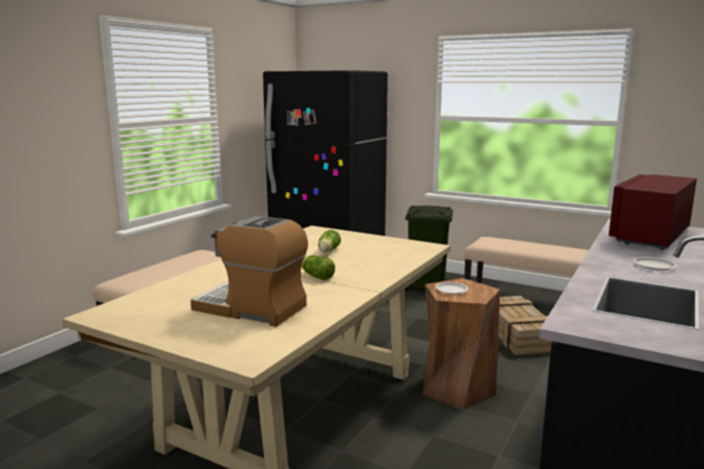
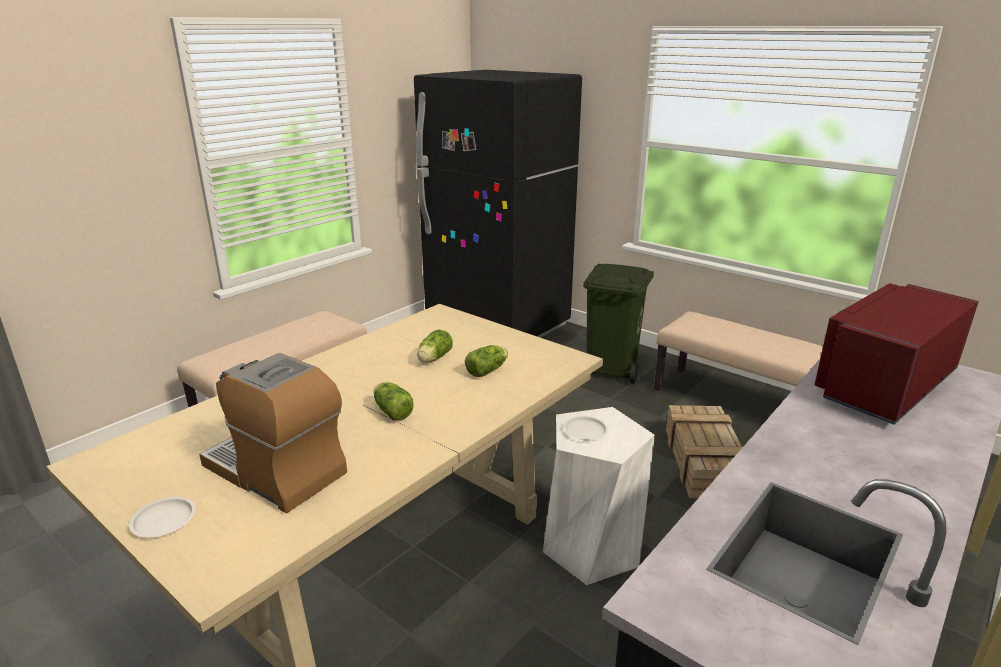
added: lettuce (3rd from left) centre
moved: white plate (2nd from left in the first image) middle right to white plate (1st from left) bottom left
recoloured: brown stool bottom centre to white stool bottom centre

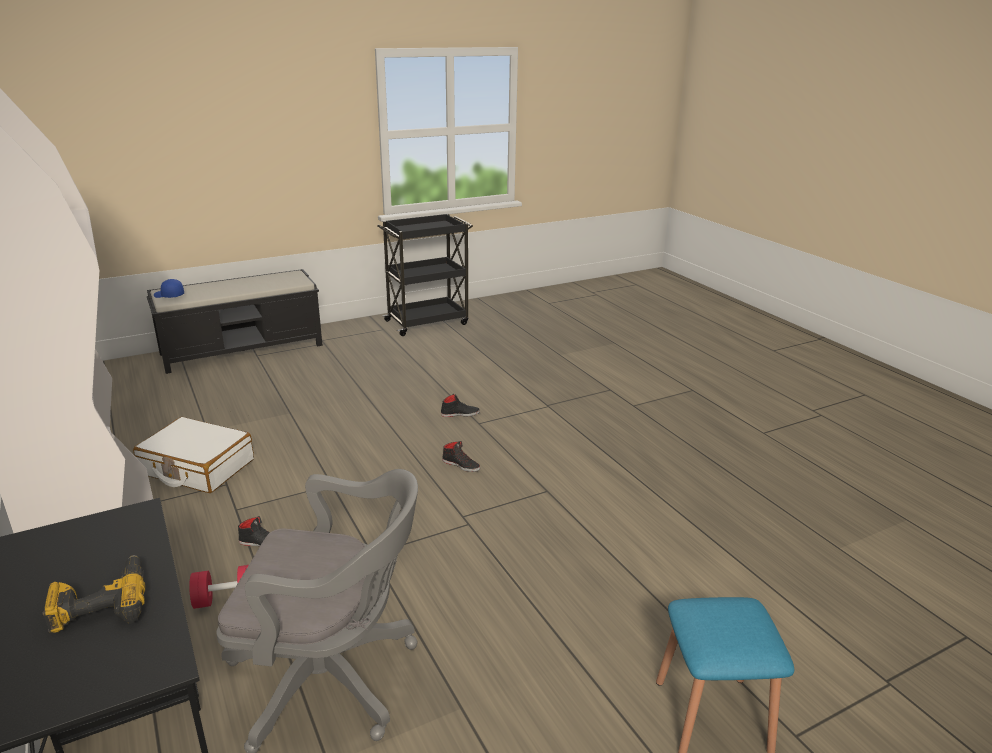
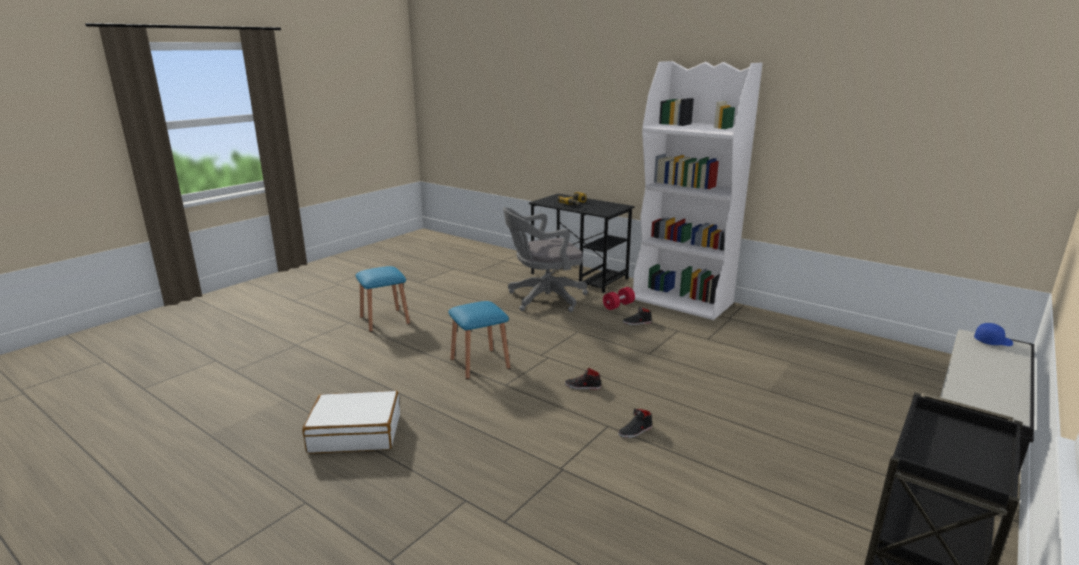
added: blue stool (2nd from left) centre
moved: white suitcase middle left to bottom left

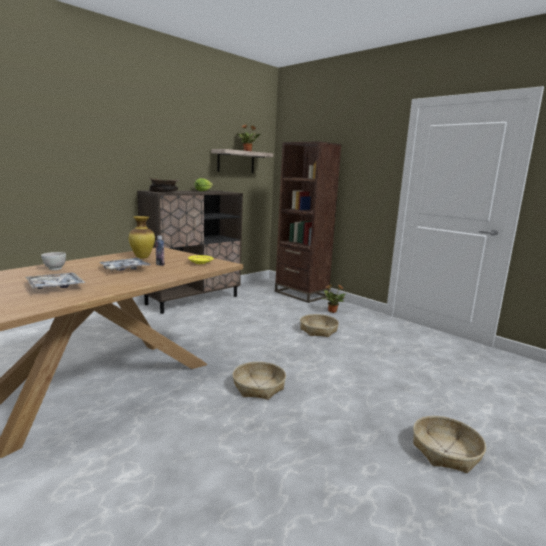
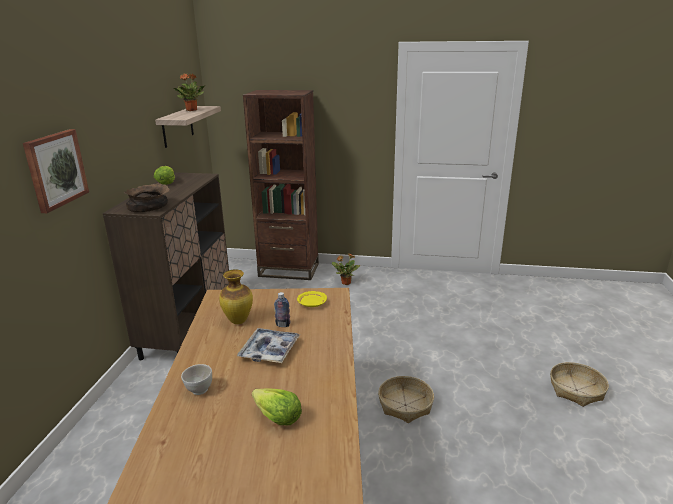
removed: basket (2nd from left) centre
added: picture middle left
replaced: tray (1st from left) middle left to lettuce (2nd from left) bottom centre

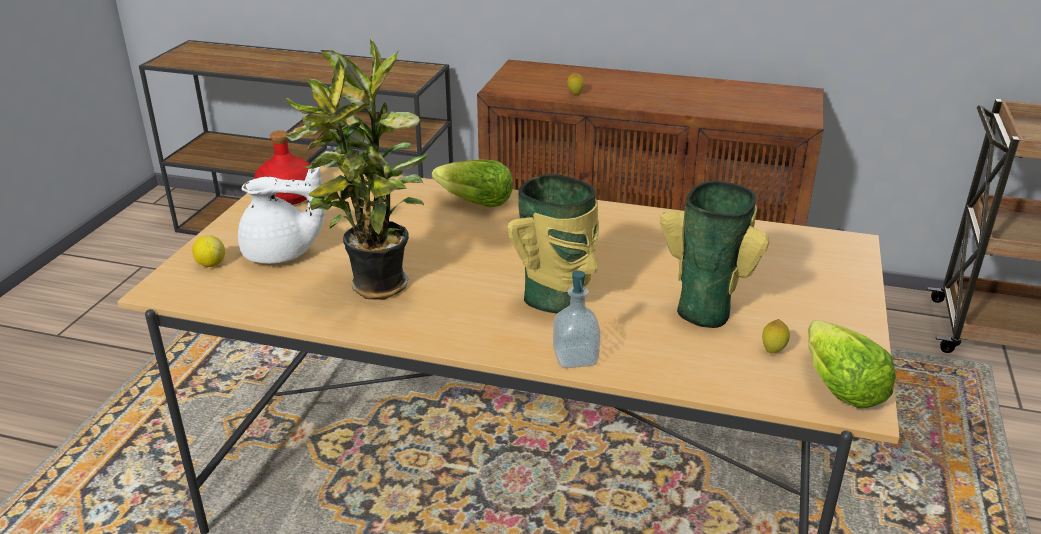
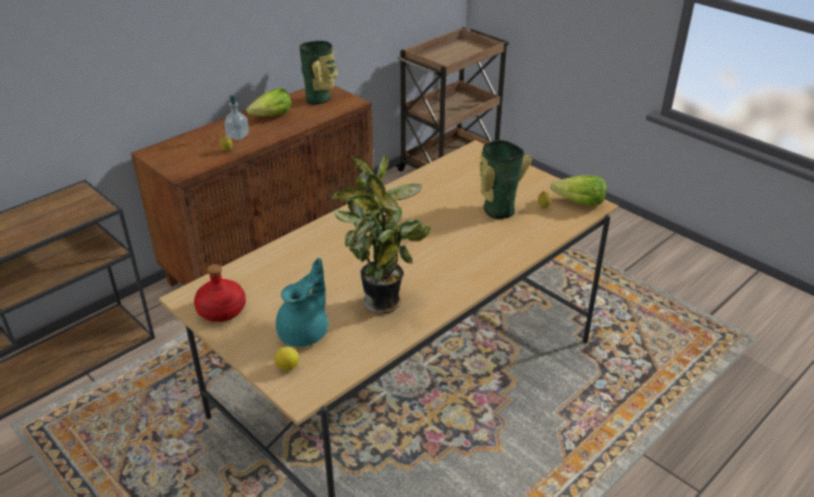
moved: lettuce (1st from left) centre to top left; vase (1st from left) centre to top centre; soap dispenser centre to top left
recoloured: white teapot middle left to turquoise teapot centre

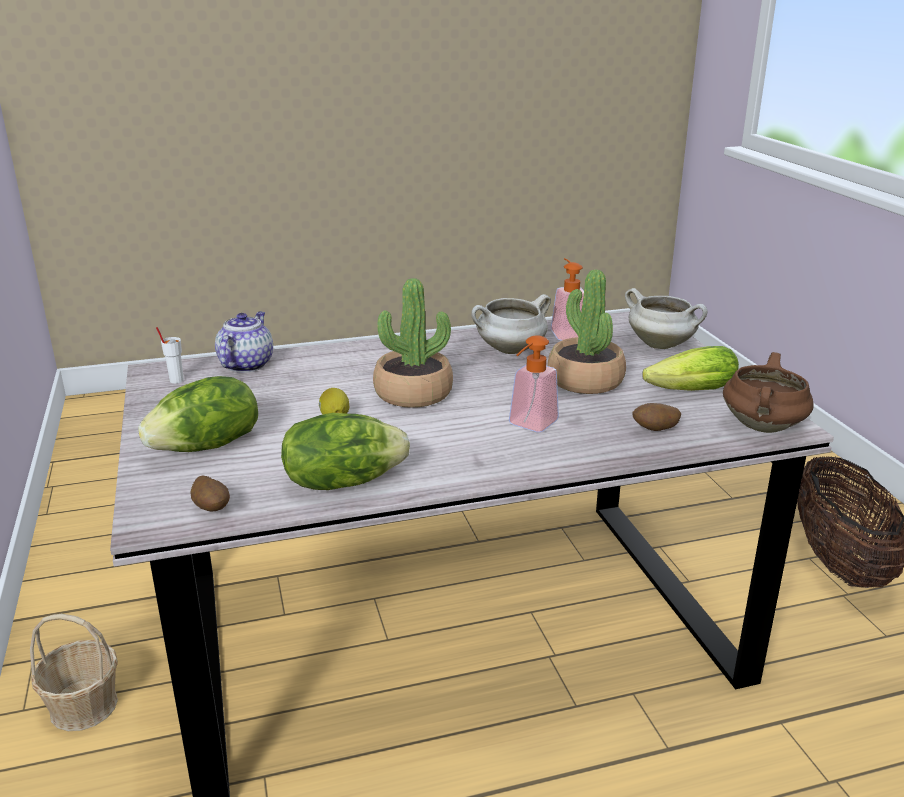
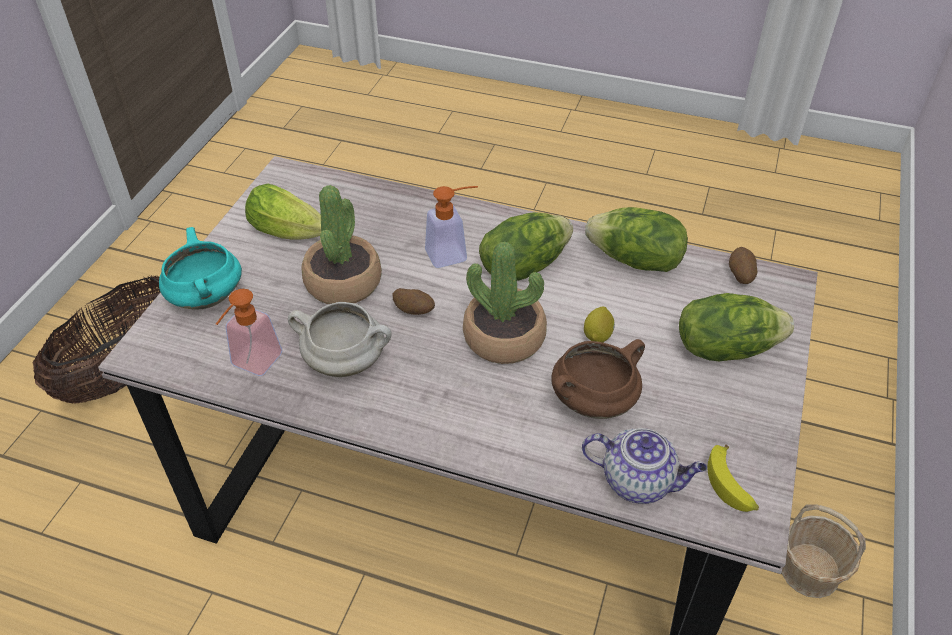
added: lettuce (2nd from left) centre
moved: potato (2nd from left in the first image) middle right to potato (1st from left) centre; brown cooking pot middle right to centre
replaced: white cup middle left to banana bottom right
recoloured: white cooking pot (2nd from left) middle right to turquoise cooking pot middle left
turned: teapot middle left = bottom right 120 degrees counterclockwise

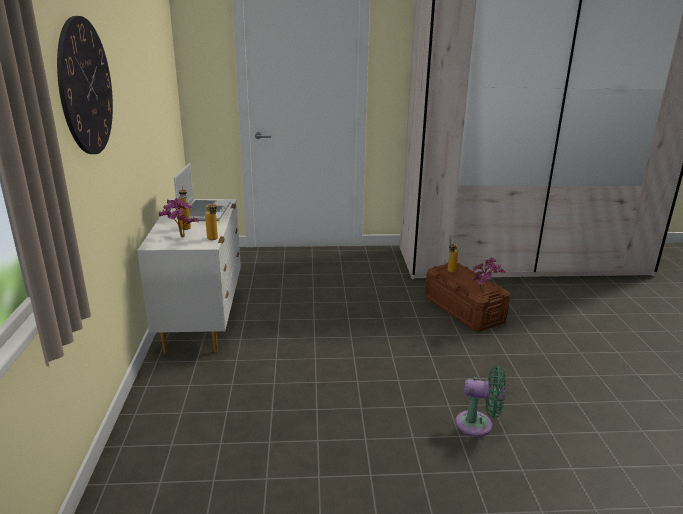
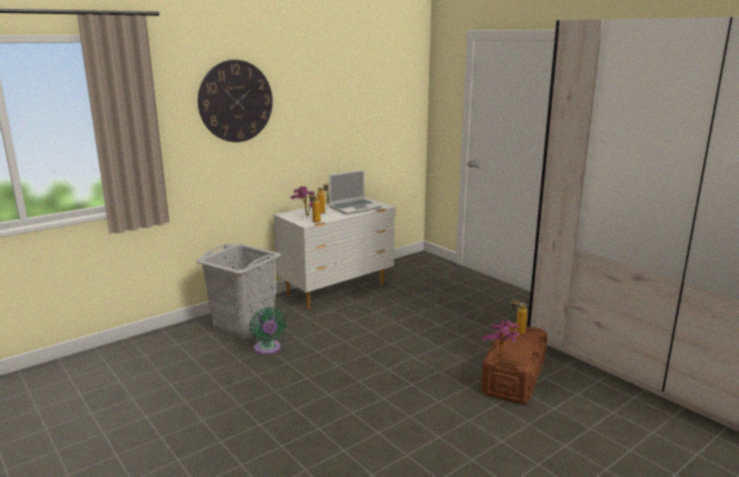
added: grey laundry basket middle left
moved: green fan bottom right to bottom centre

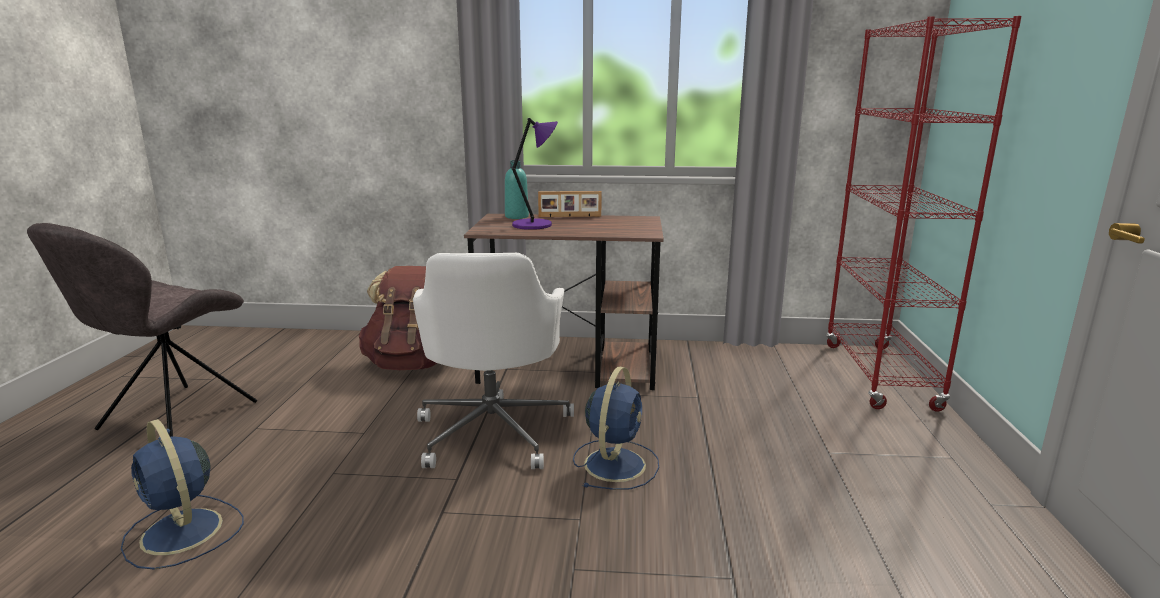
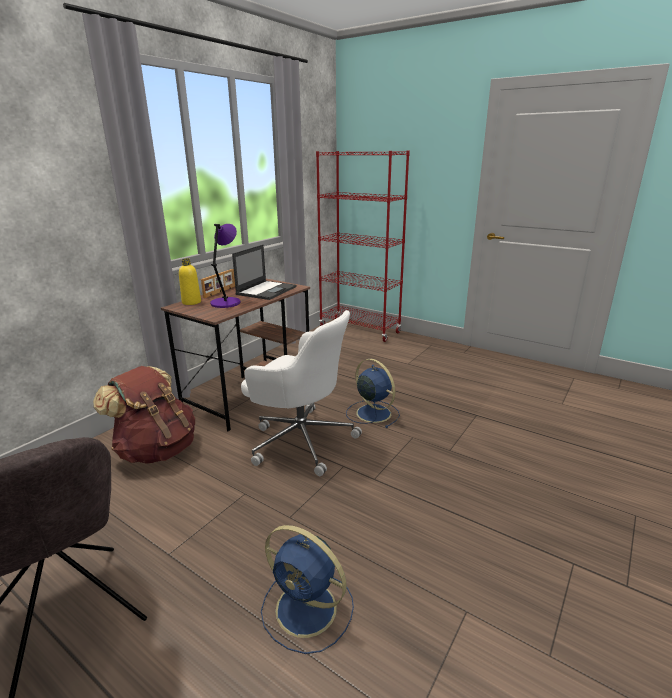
added: laptop centre
recoloured: turquoise bottle top centre to yellow bottle middle left
turned: blue fan (1st from left) bottom left = bottom centre 45 degrees clockwise

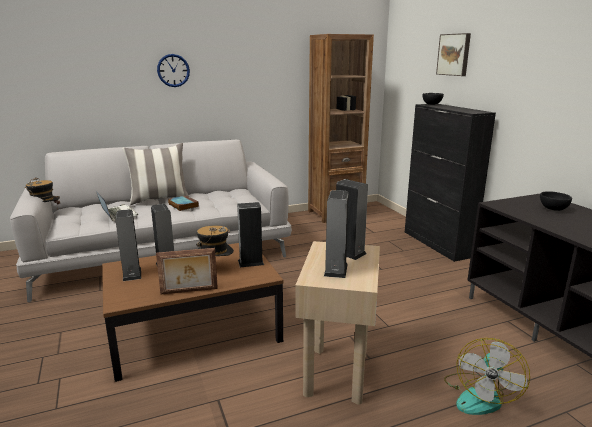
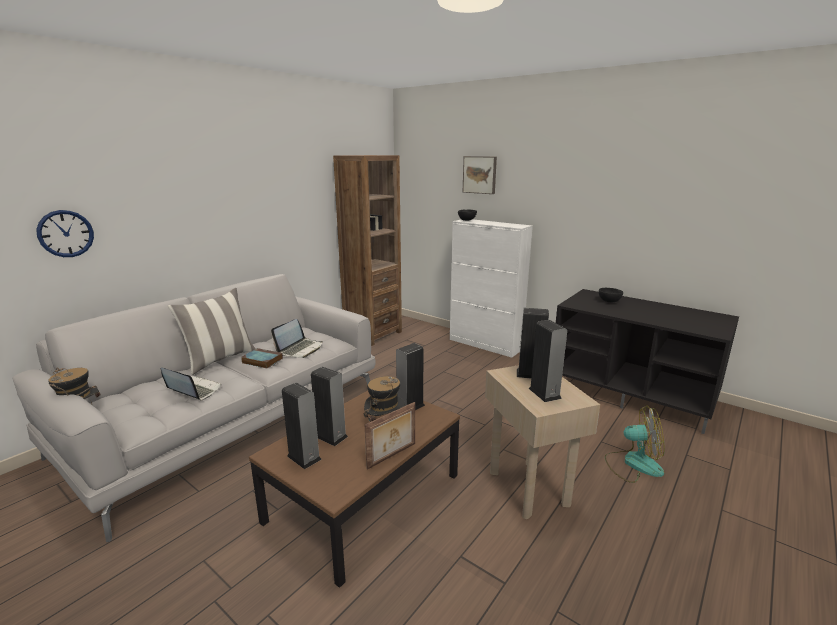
added: laptop (2nd from left) centre
moved: wall clock top left to middle left
recoloured: black cabinet middle right to white cabinet centre
turned: fan bottom right = bottom right 75 degrees counterclockwise

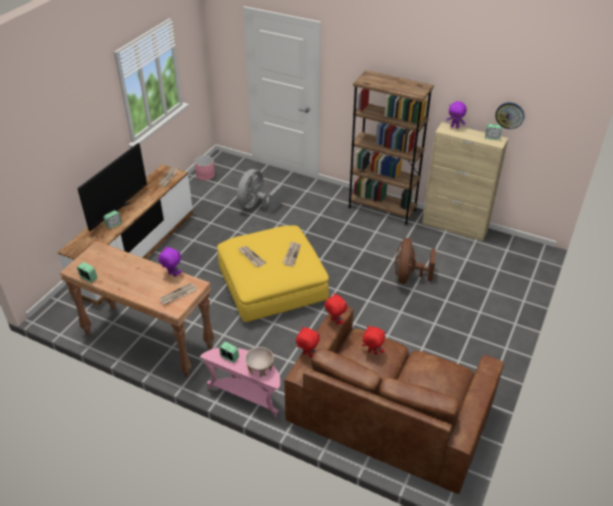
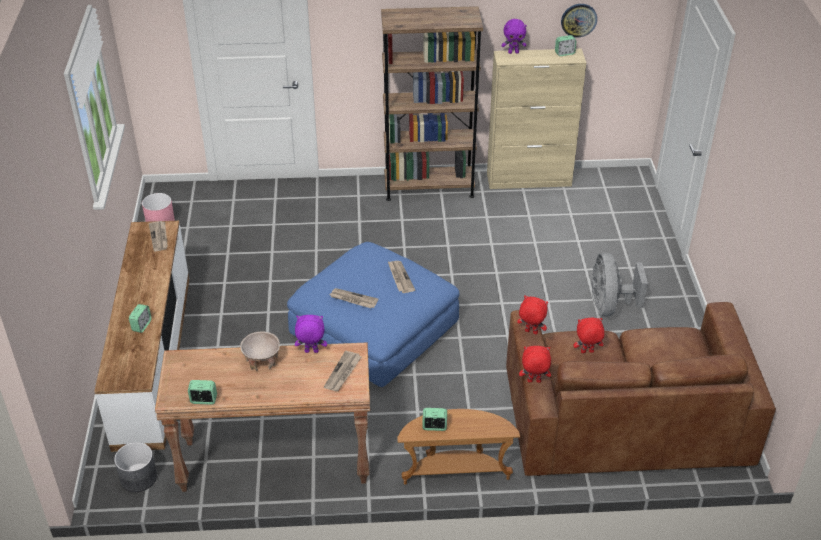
removed: television middle left; brown fan middle right
added: grey planter bottom left
moved: grey fan centre to middle right; beige bowl bottom centre to middle left
recoloured: pink side table bottom centre to brown side table bottom centre; yellow ottoman centre to blue ottoman centre

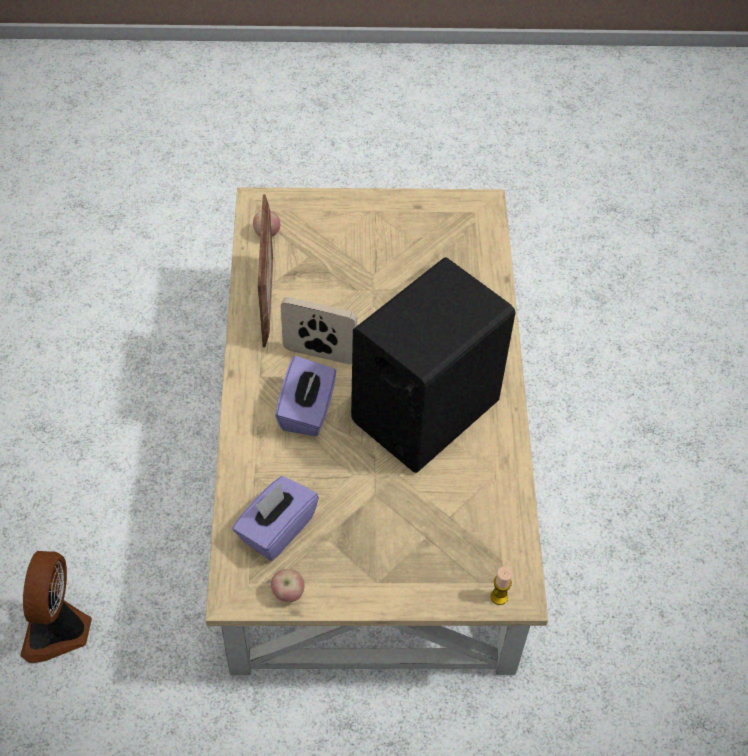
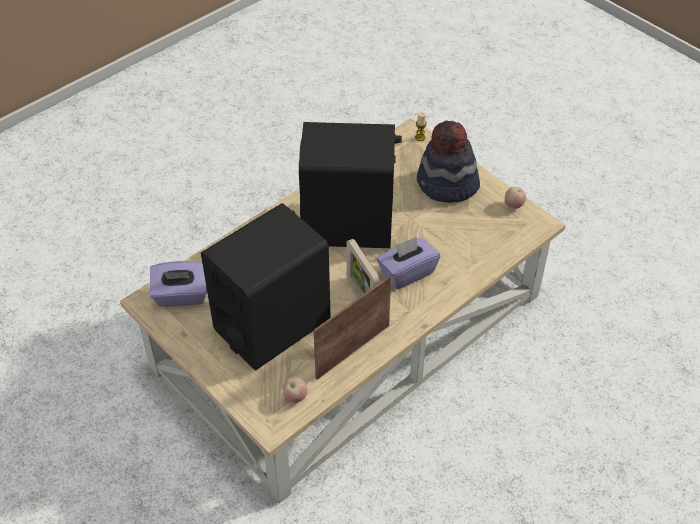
removed: fan bottom left
added: black speaker (1st from left) centre; hat top centre
moved: purple tissue box (1st from left) bottom centre to middle left

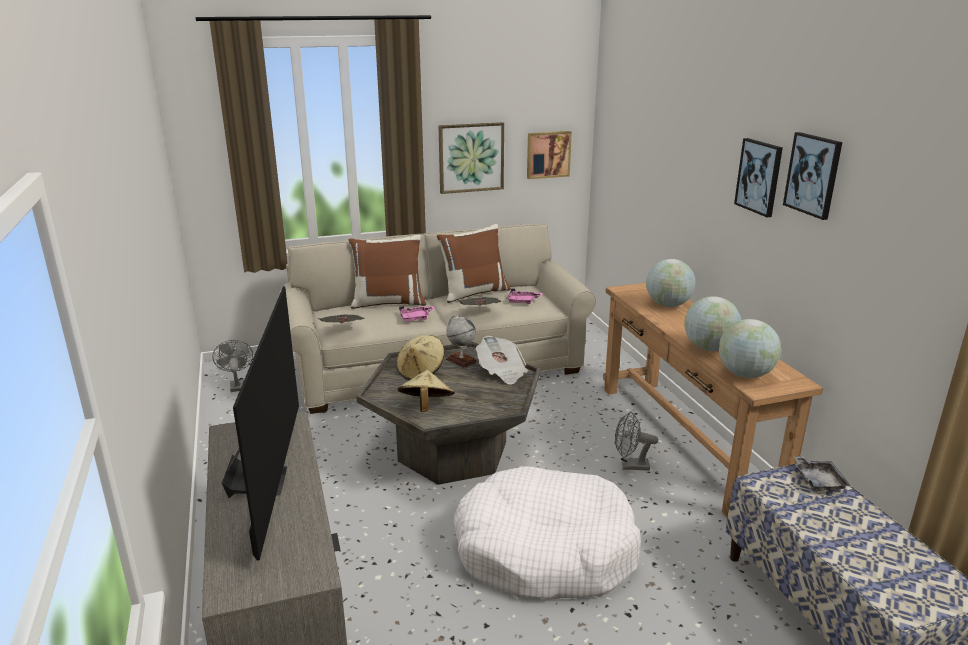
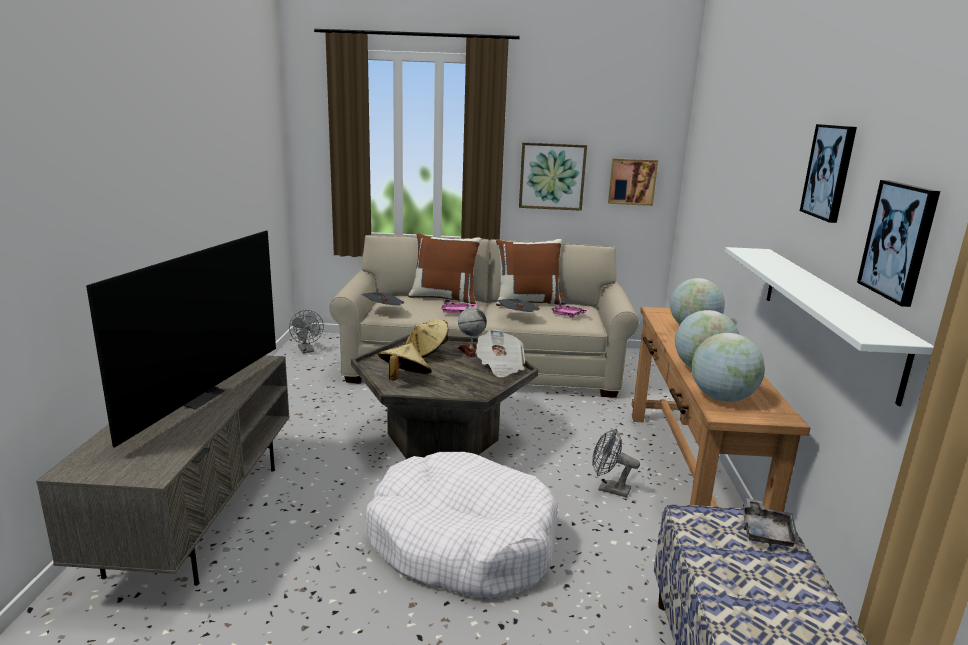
added: white shelf middle right
moved: picture (3rd from left in the first image) top right to picture (4th from left) middle right
turned: grey fan (1st from left) middle left = middle left 150 degrees clockwise

